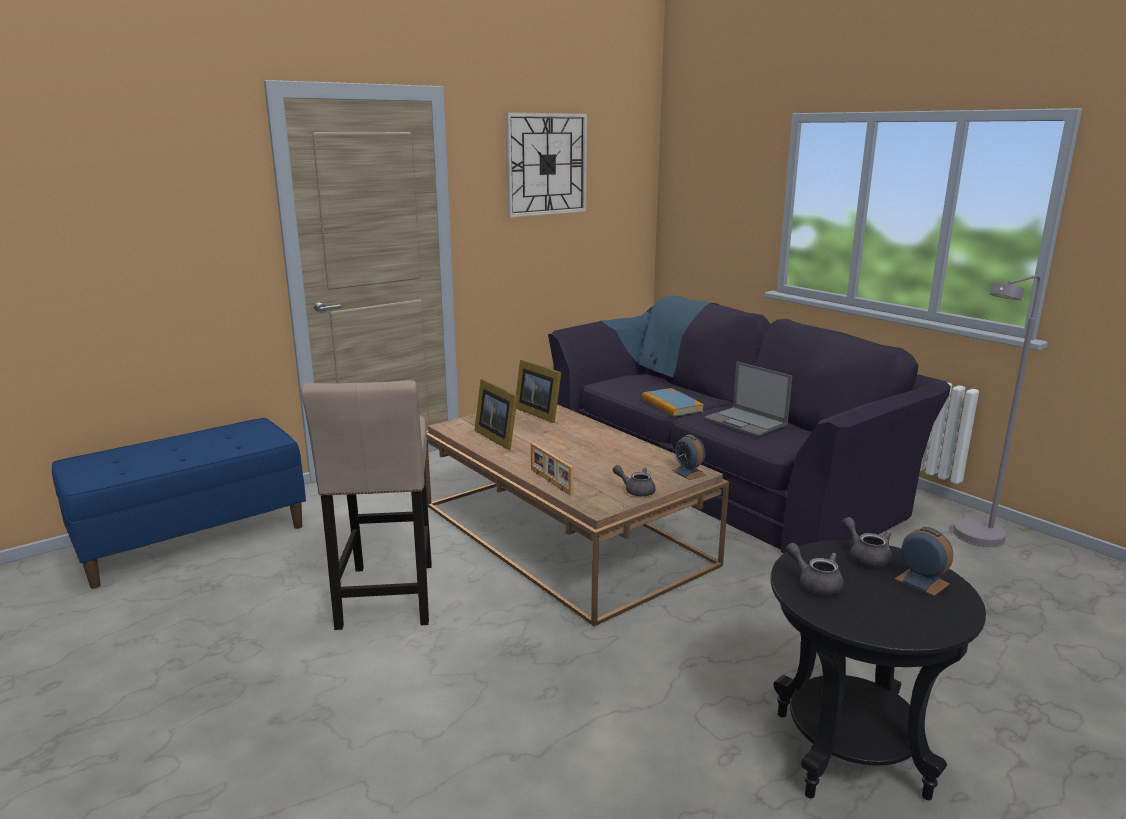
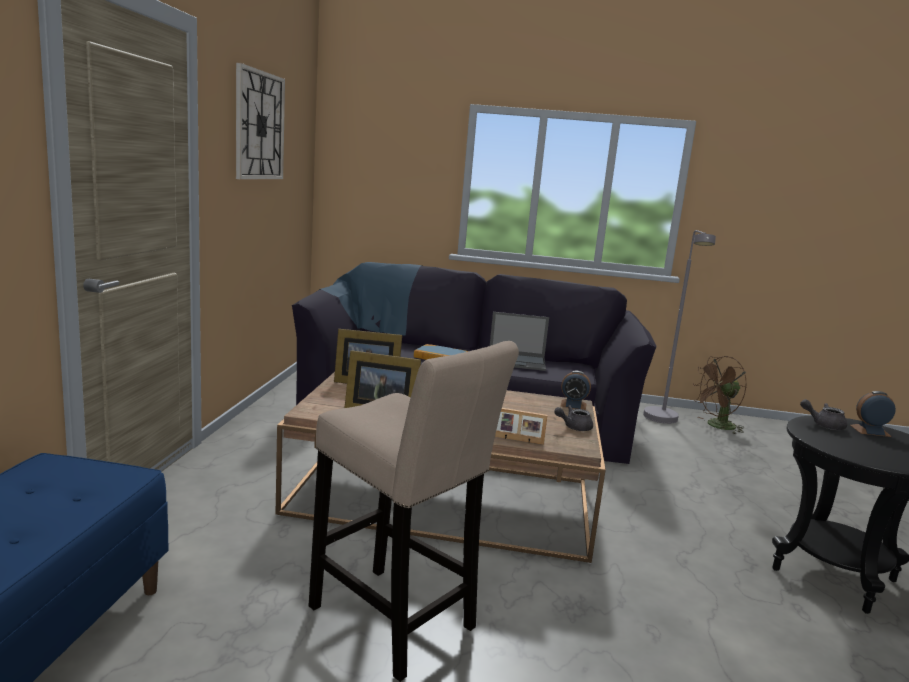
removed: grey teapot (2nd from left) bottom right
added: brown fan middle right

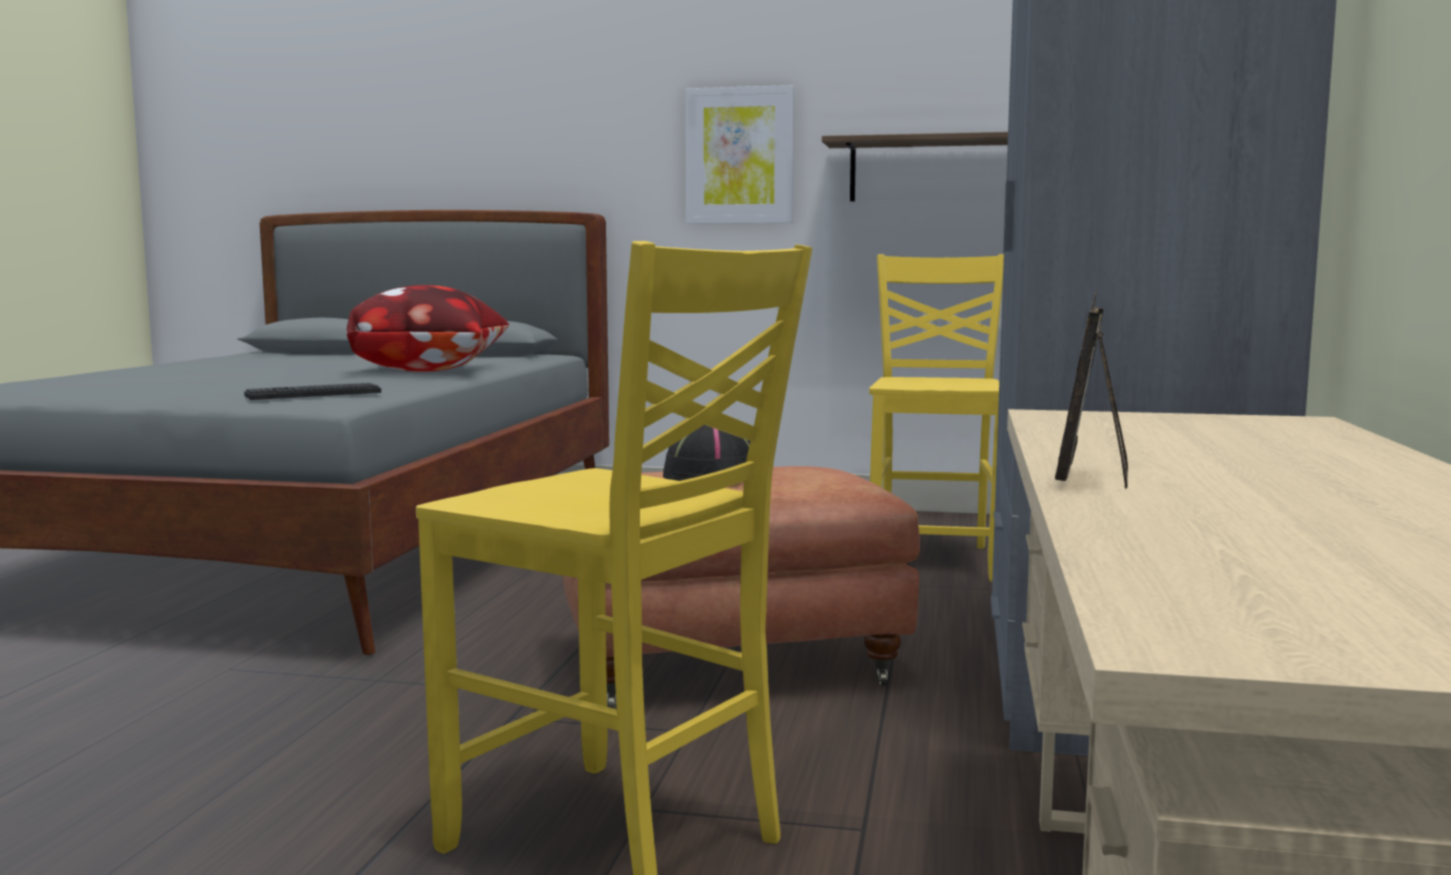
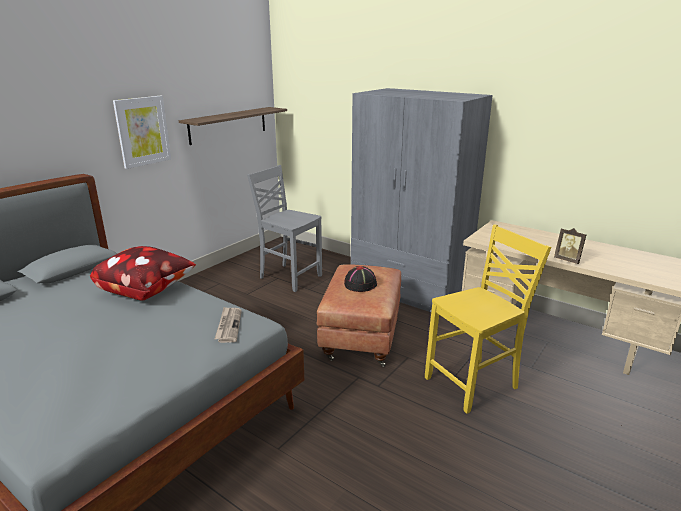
replaced: keyboard middle left to newspaper centre
recoloured: yellow chair (2nd from left) centre to grey chair centre

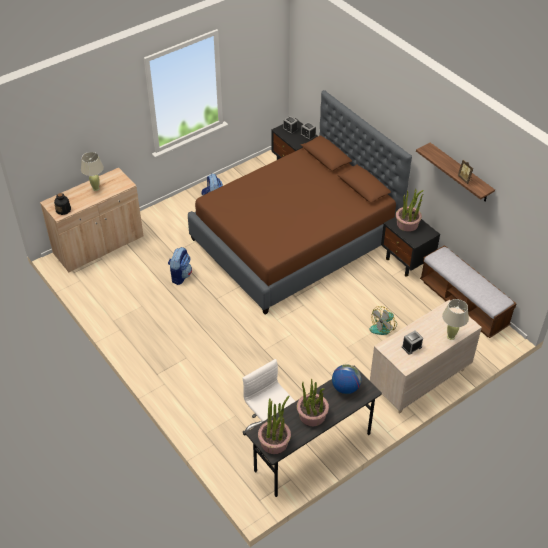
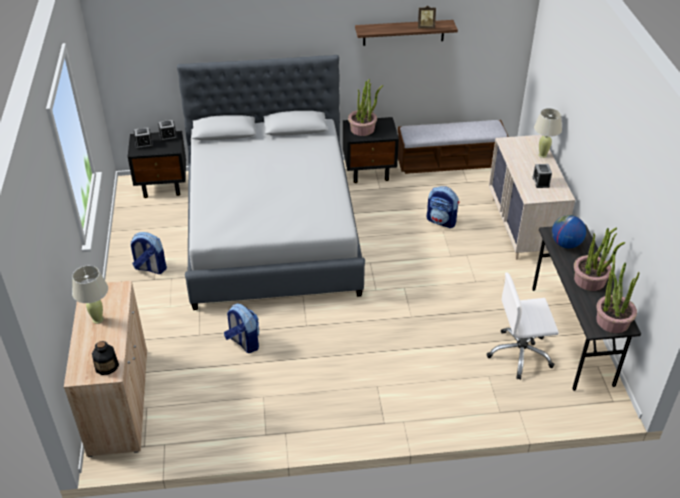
replaced: fan middle right to backpack (3rd from left) centre
recoloured: brown bed centre to grey bed centre

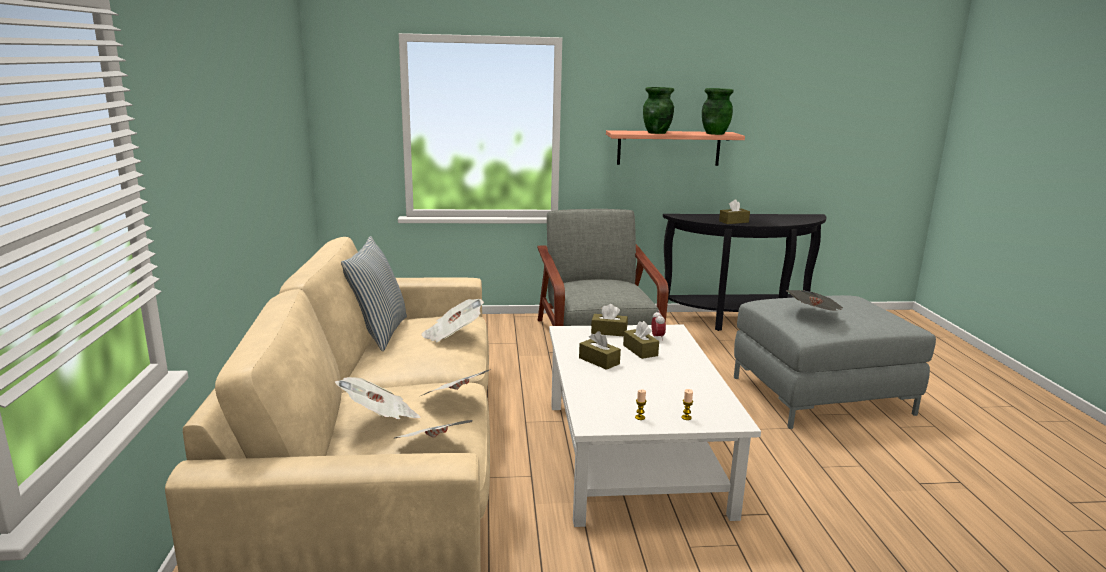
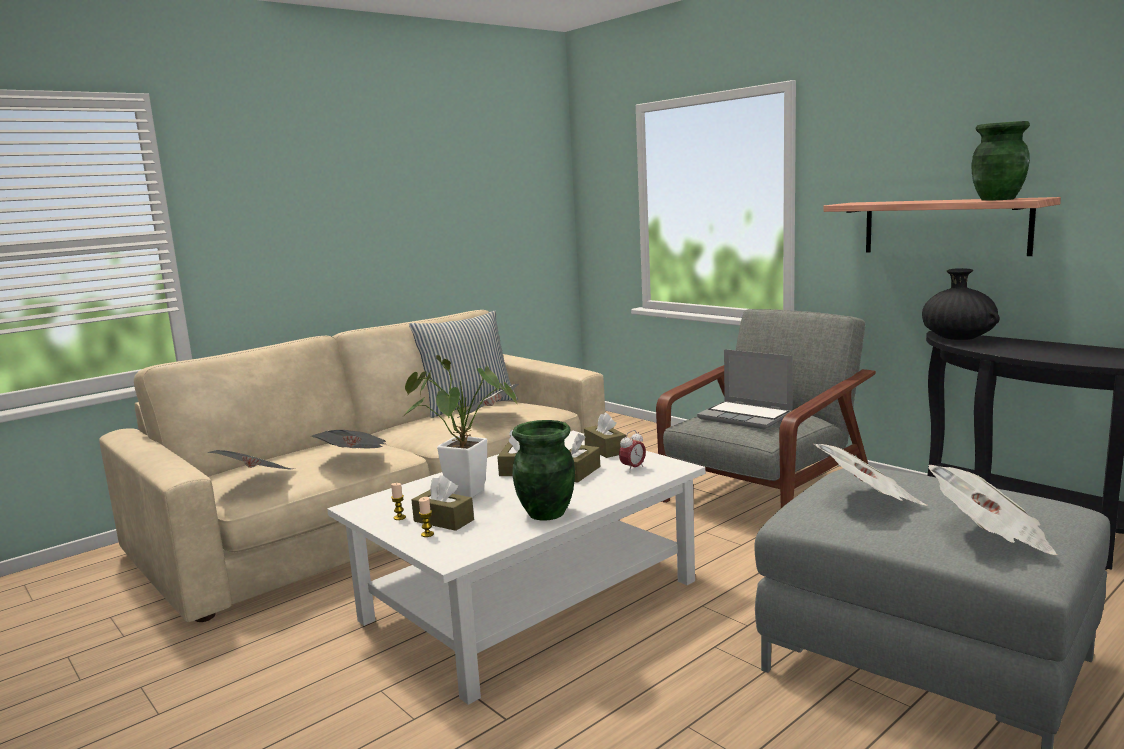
added: potted plant centre; laptop centre; black vase middle right
moved: newspaper (1st from left in the first image) bottom centre to newspaper (5th from left) bottom right; green vase (1st from left) top centre to centre; brown tissue box (4th from left in the first image) centre to brown tissue box (1st from left) bottom centre

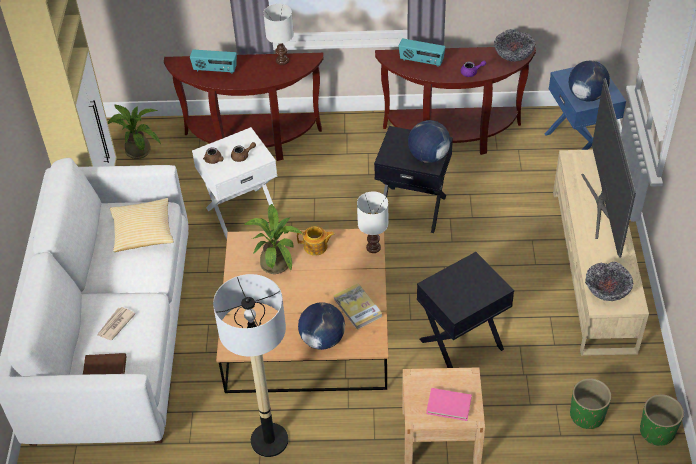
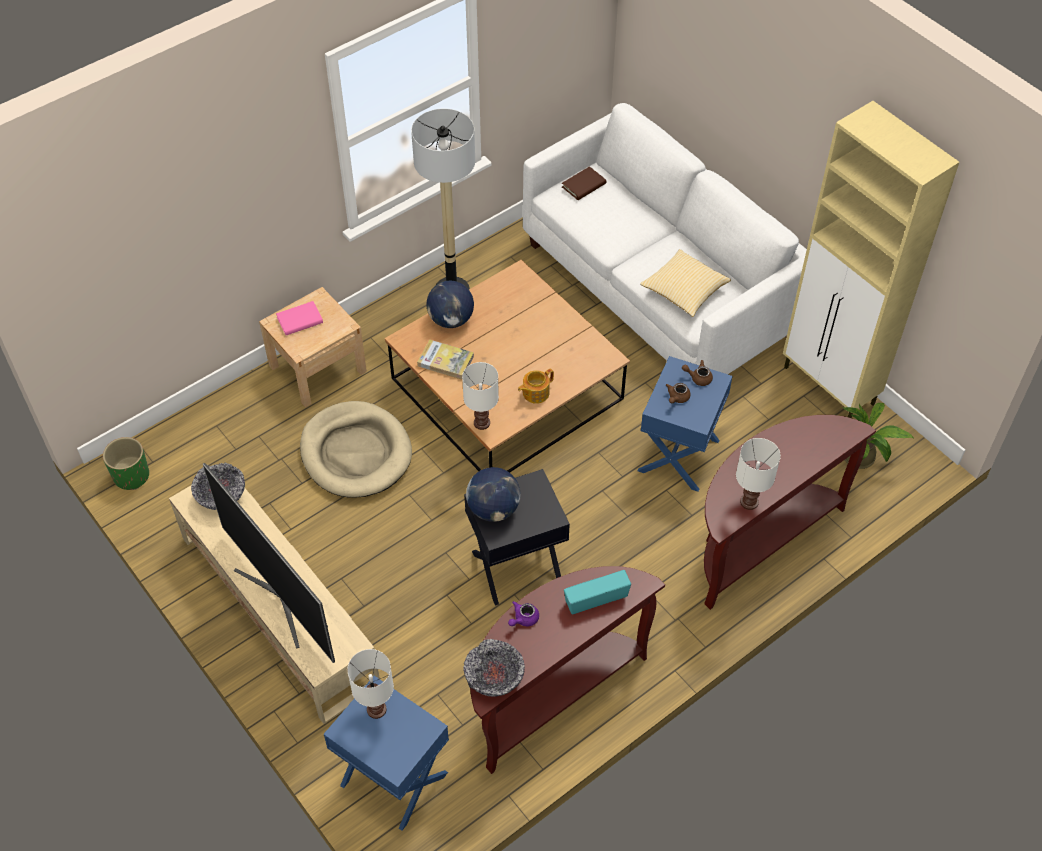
removed: newspaper bottom left; radio (1st from left) top left; potted plant (2nd from left) centre; green planter (1st from left) bottom right
replaced: black side table (2nd from left) bottom right to beige dog bed centre; globe (3rd from left) top right to white table lamp (1st from left) bottom centre
recoloured: white side table centre to blue side table (2nd from left) centre

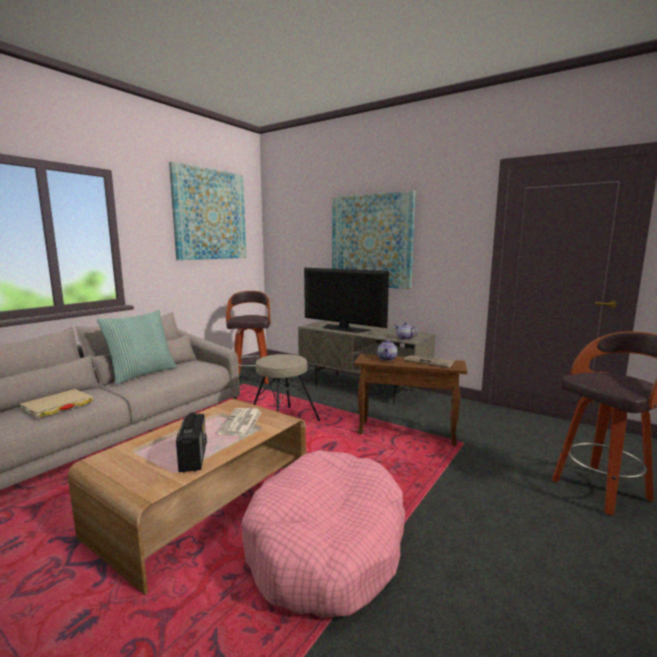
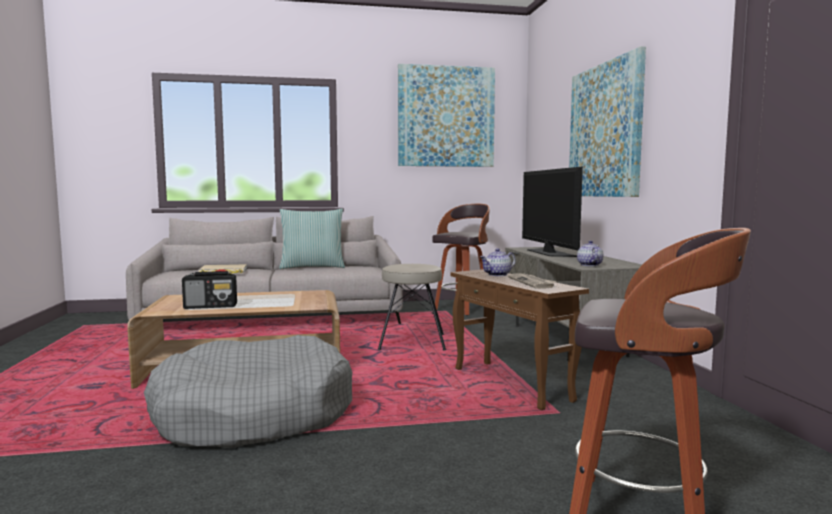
removed: newspaper (1st from left) centre
recoloured: pink dog bed bottom centre to grey dog bed bottom left
turned: radio bottom left = middle left 45 degrees clockwise

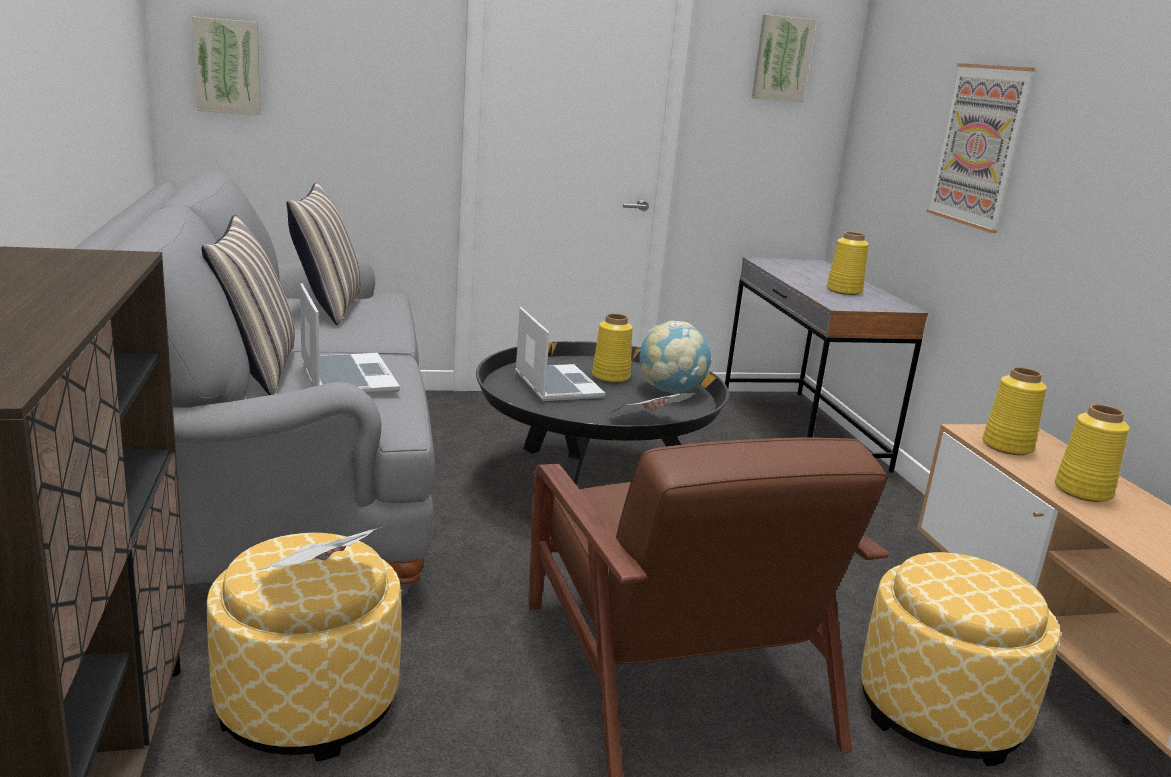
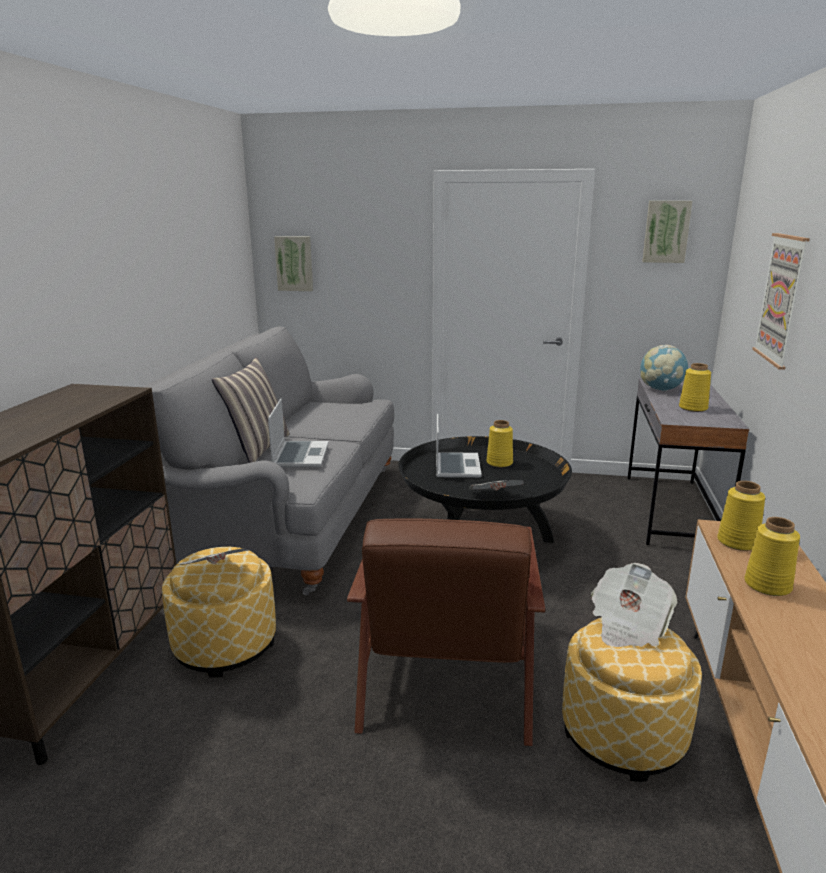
removed: pillow (2nd from left) top left
added: newspaper (3rd from left) bottom right
moved: globe centre to middle right

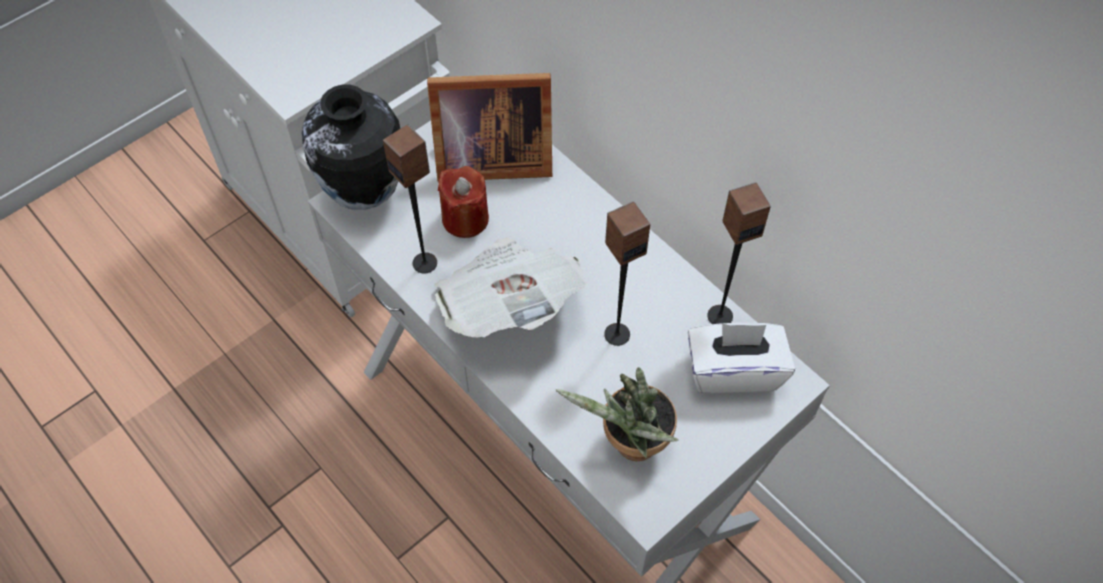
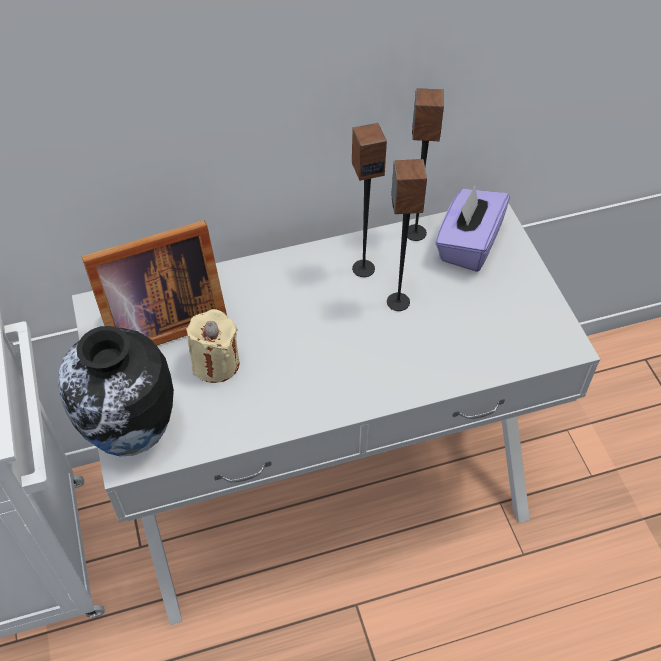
removed: newspaper centre; potted plant bottom centre
moved: speaker (1st from left) centre to top centre
recoloured: red candle centre to beige candle middle left; white tissue box middle right to purple tissue box middle right
turned: picture frame top centre = middle left 45 degrees clockwise

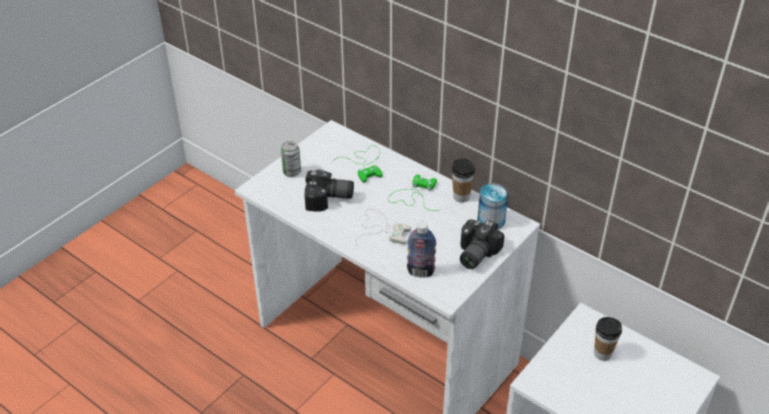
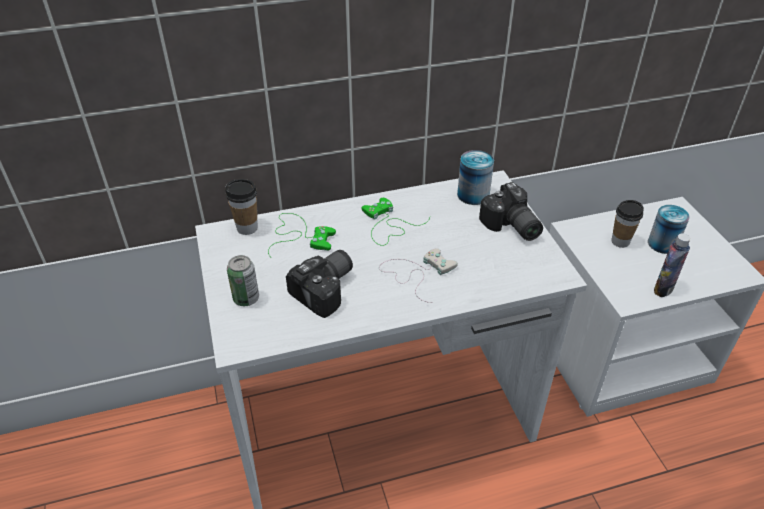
added: can (3rd from left) middle right
moved: bottle centre to middle right; cup (1st from left) centre to middle left

